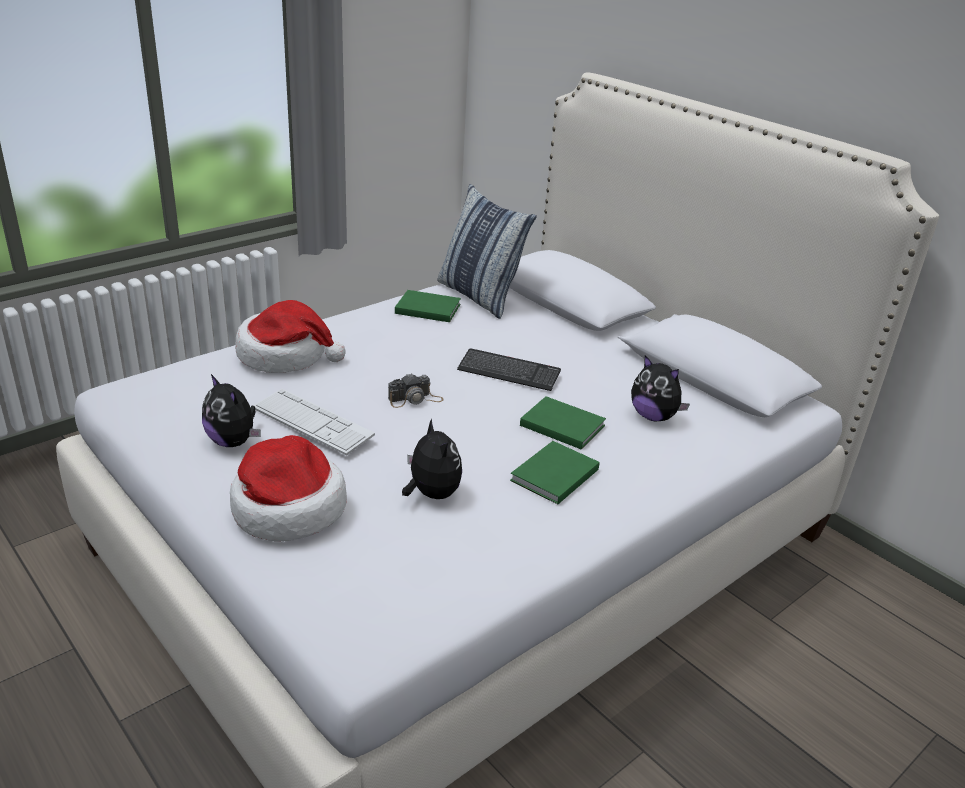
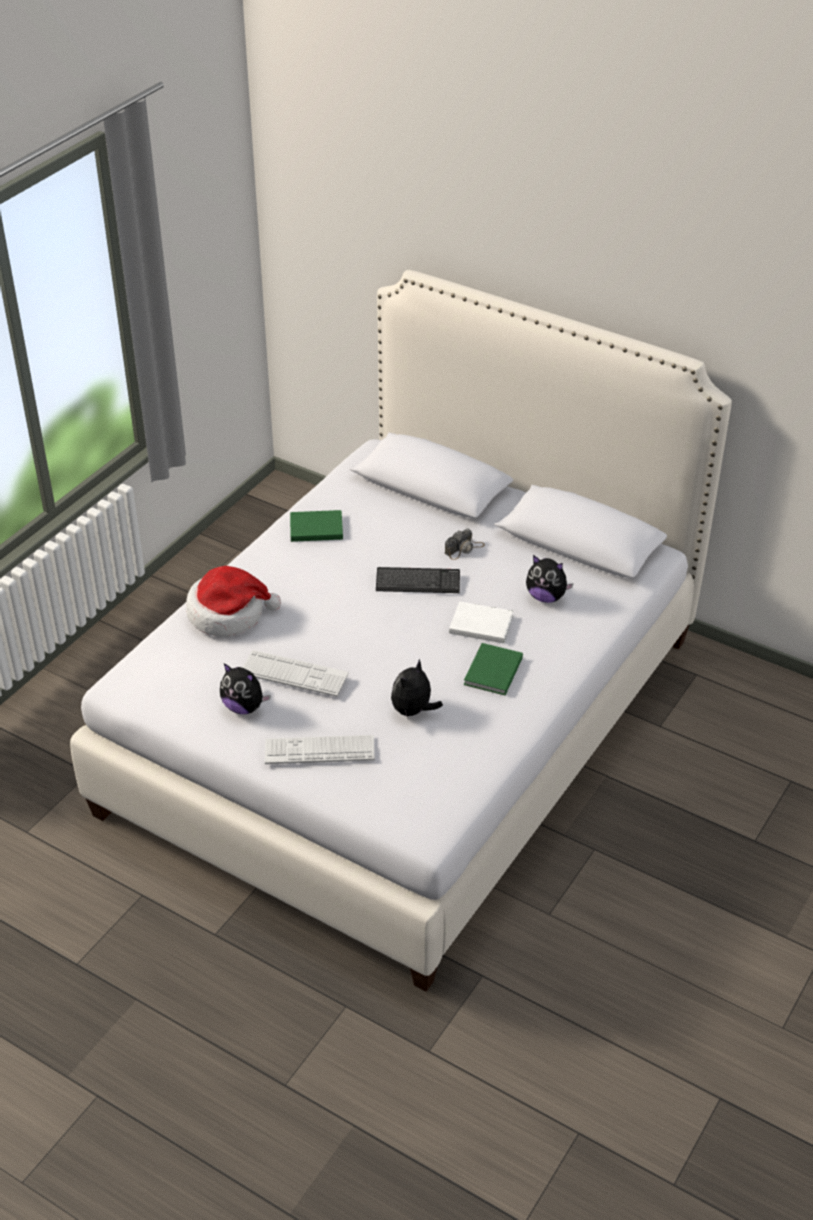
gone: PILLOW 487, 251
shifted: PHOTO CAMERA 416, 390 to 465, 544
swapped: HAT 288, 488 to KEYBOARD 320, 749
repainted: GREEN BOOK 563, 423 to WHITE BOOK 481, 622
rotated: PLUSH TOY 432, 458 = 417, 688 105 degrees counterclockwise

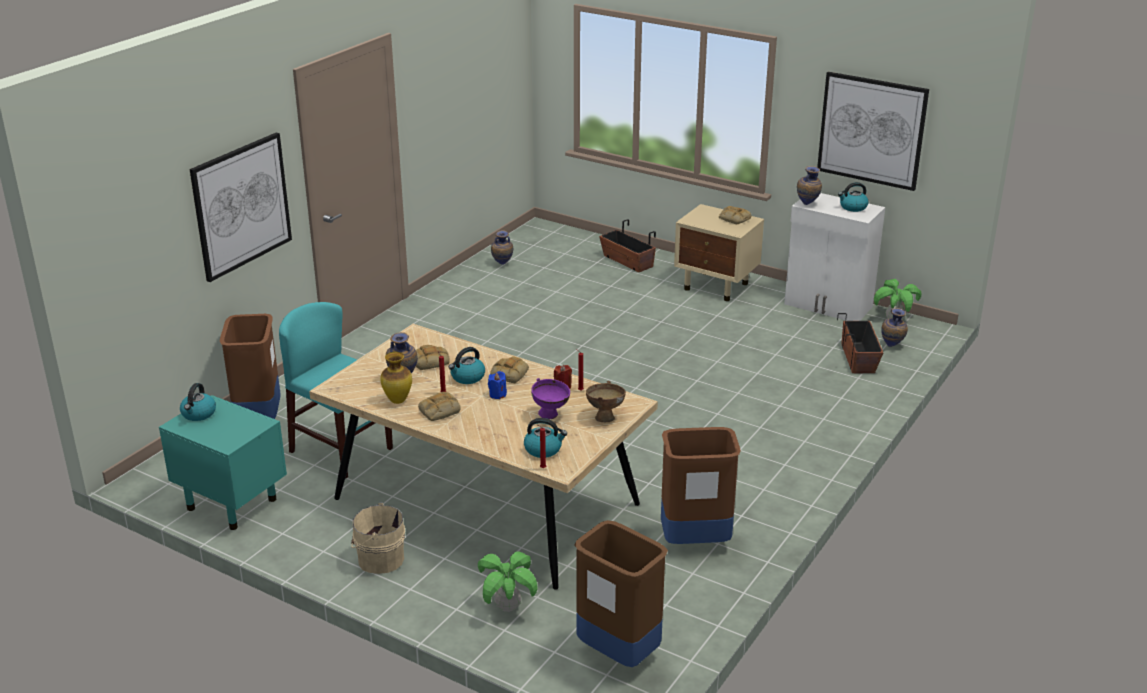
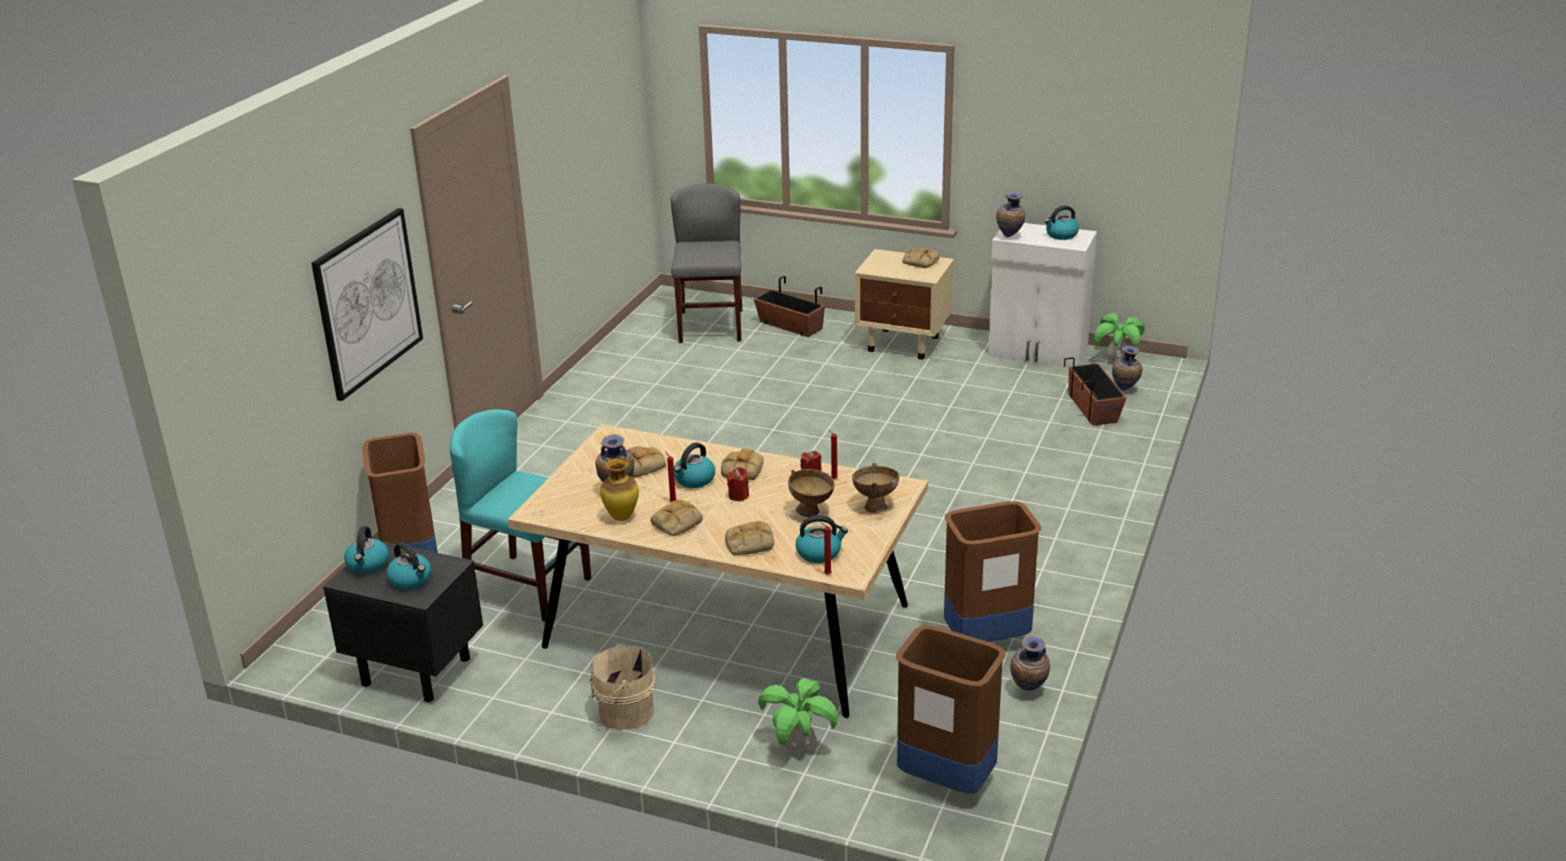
gone: PICTURE 873, 131
new: KETTLE 409, 566; GREY CHAIR 706, 263; BREAD 749, 538
shifted: VASE 502, 247 to 1030, 663
repainted: TURQUOISE NIGHTSTAND 223, 462 to BLACK NIGHTSTAND 403, 621; BLUE CANDLE 497, 385 to RED CANDLE 738, 484; PURPLE BOWL 550, 398 to BROWN BOWL 811, 493

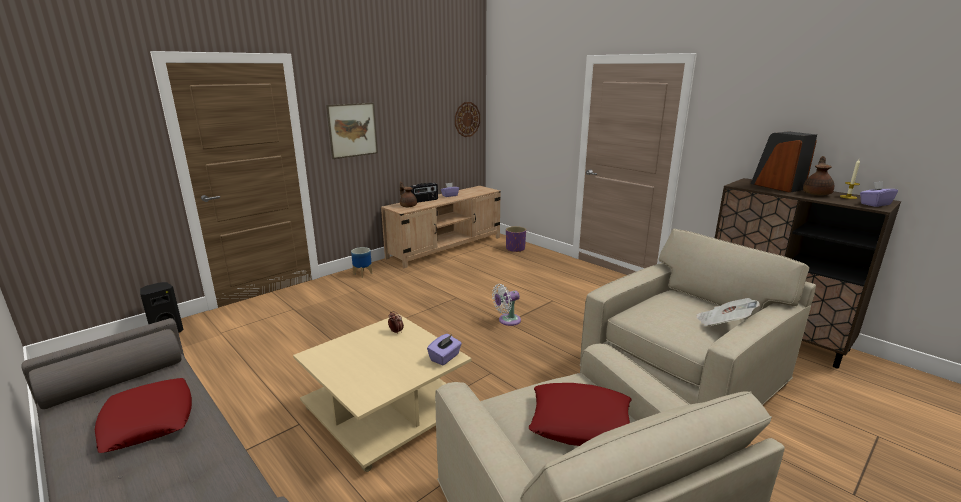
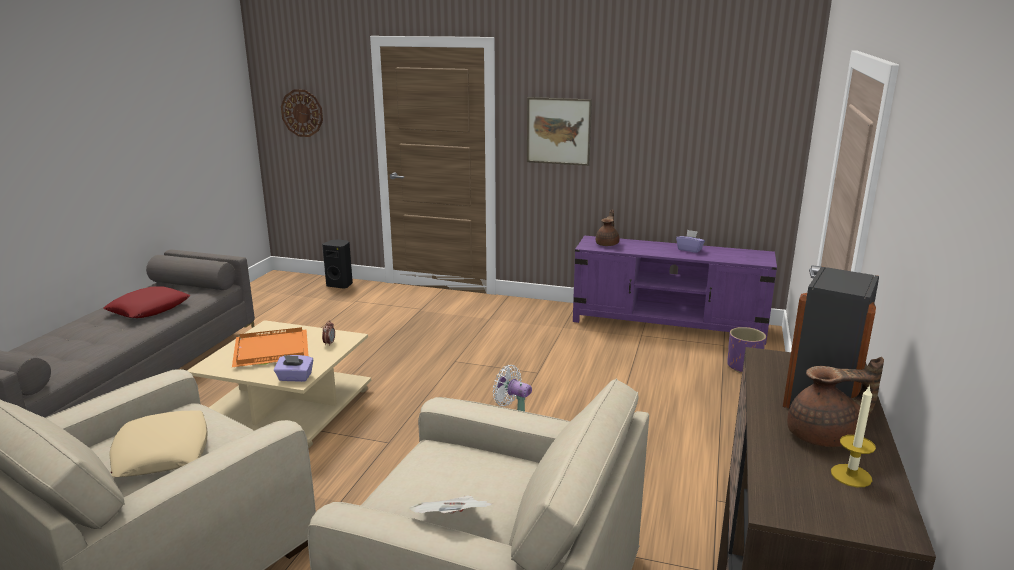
gone: PLANTER 361, 262; RADIO 424, 193; PURPLE TISSUE BOX 879, 194
new: ORANGE TRAY 270, 347
shifted: WALL CLOCK 467, 119 to 302, 113
repainted: BEIGE TV STAND 441, 227 to PURPLE TV STAND 675, 290; RED PILLOW 580, 414 to BEIGE PILLOW 158, 443

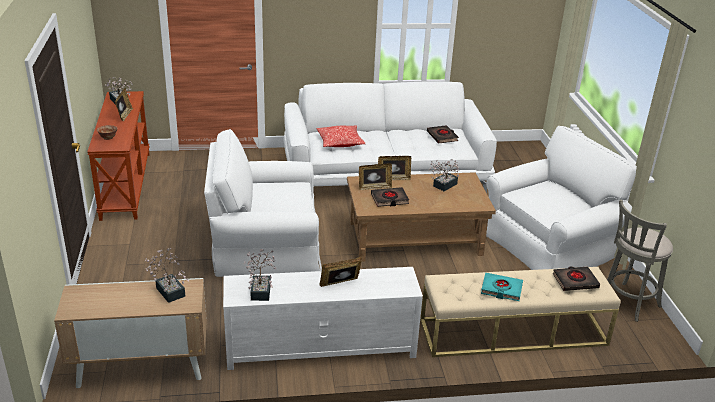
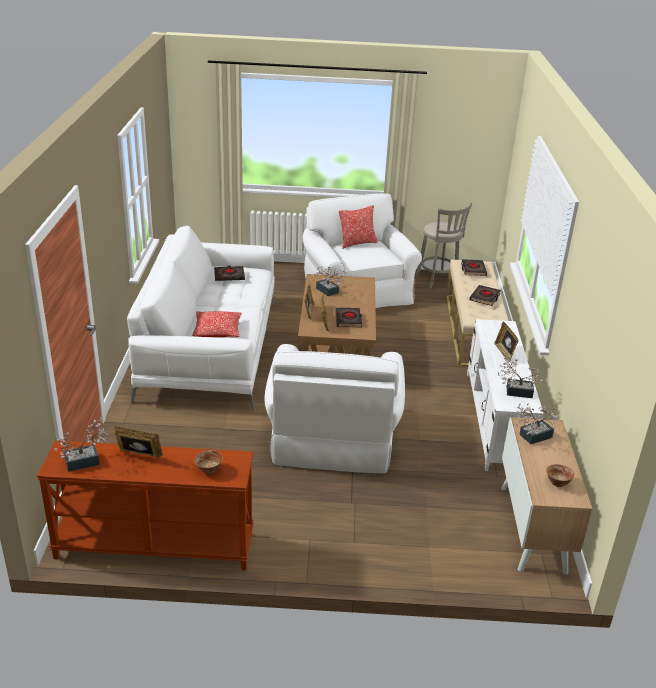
new: PILLOW 358, 227; BOWL 560, 475
repainted: TURQUOISE BOOK 502, 287 to BLACK BOOK 485, 295

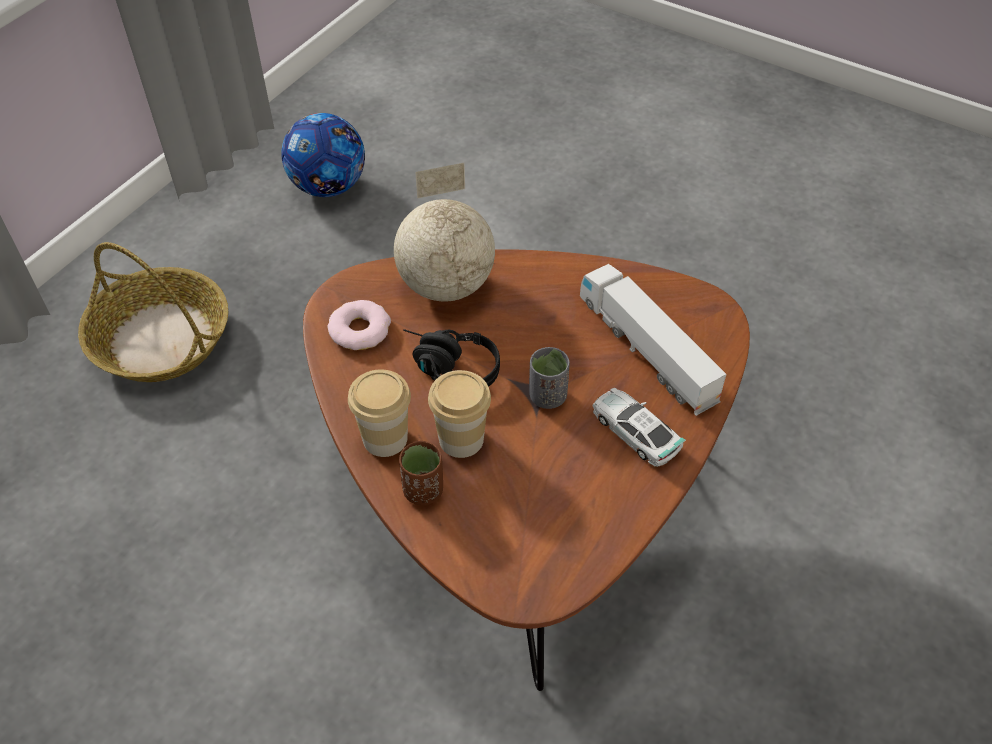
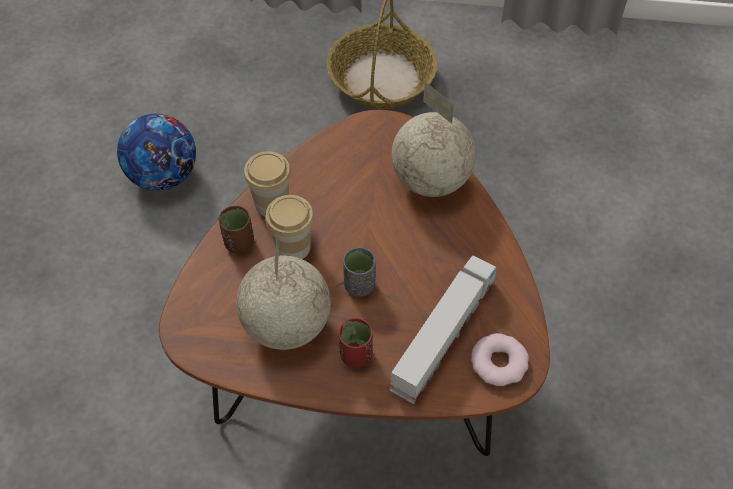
gone: BLACK HEADPHONES 451, 358
new: GLOBE 283, 289
shifted: FOOTBALL 323, 155 to 156, 152; DONUT 359, 325 to 500, 359
swapped: TOY CAR 639, 427 to RED CUP 356, 343

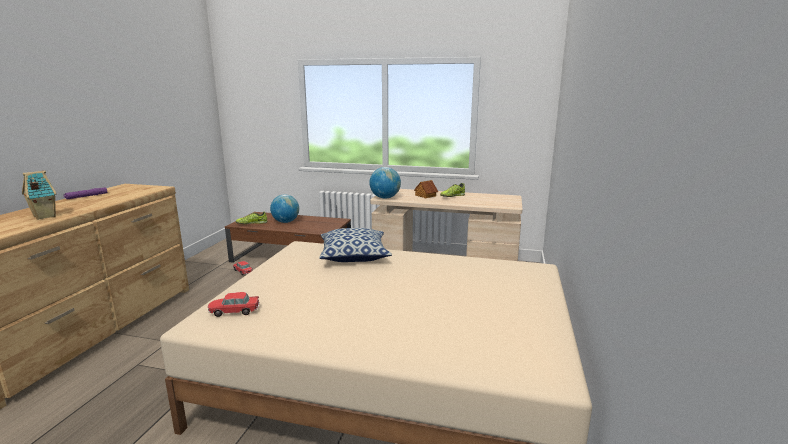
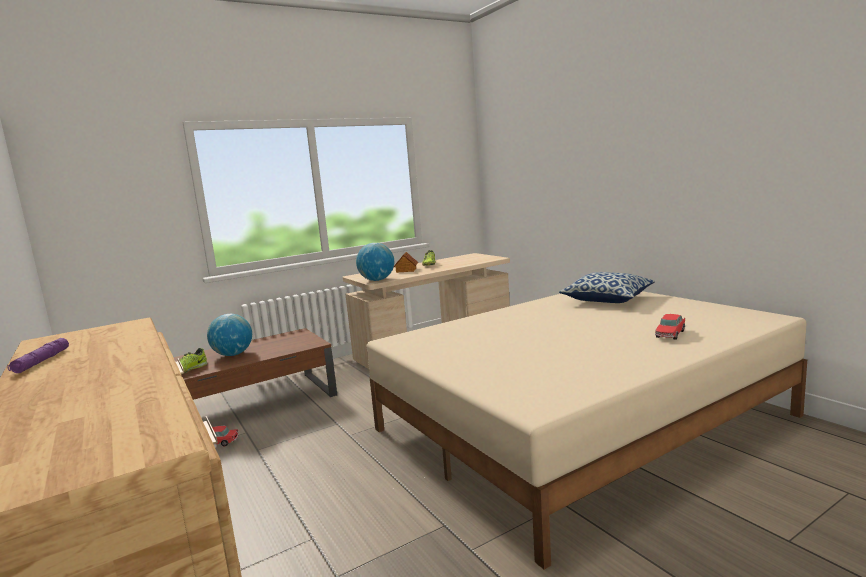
gone: TOY HOUSE 39, 195
shifted: TOY CAR 233, 304 to 670, 327; PILLOW 355, 245 to 607, 287

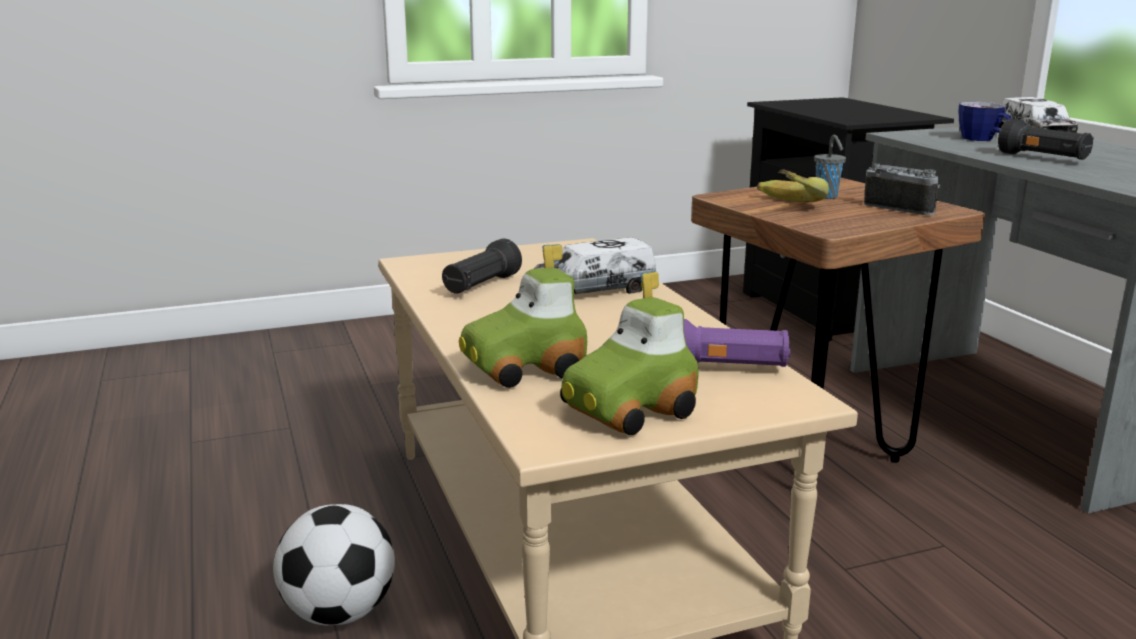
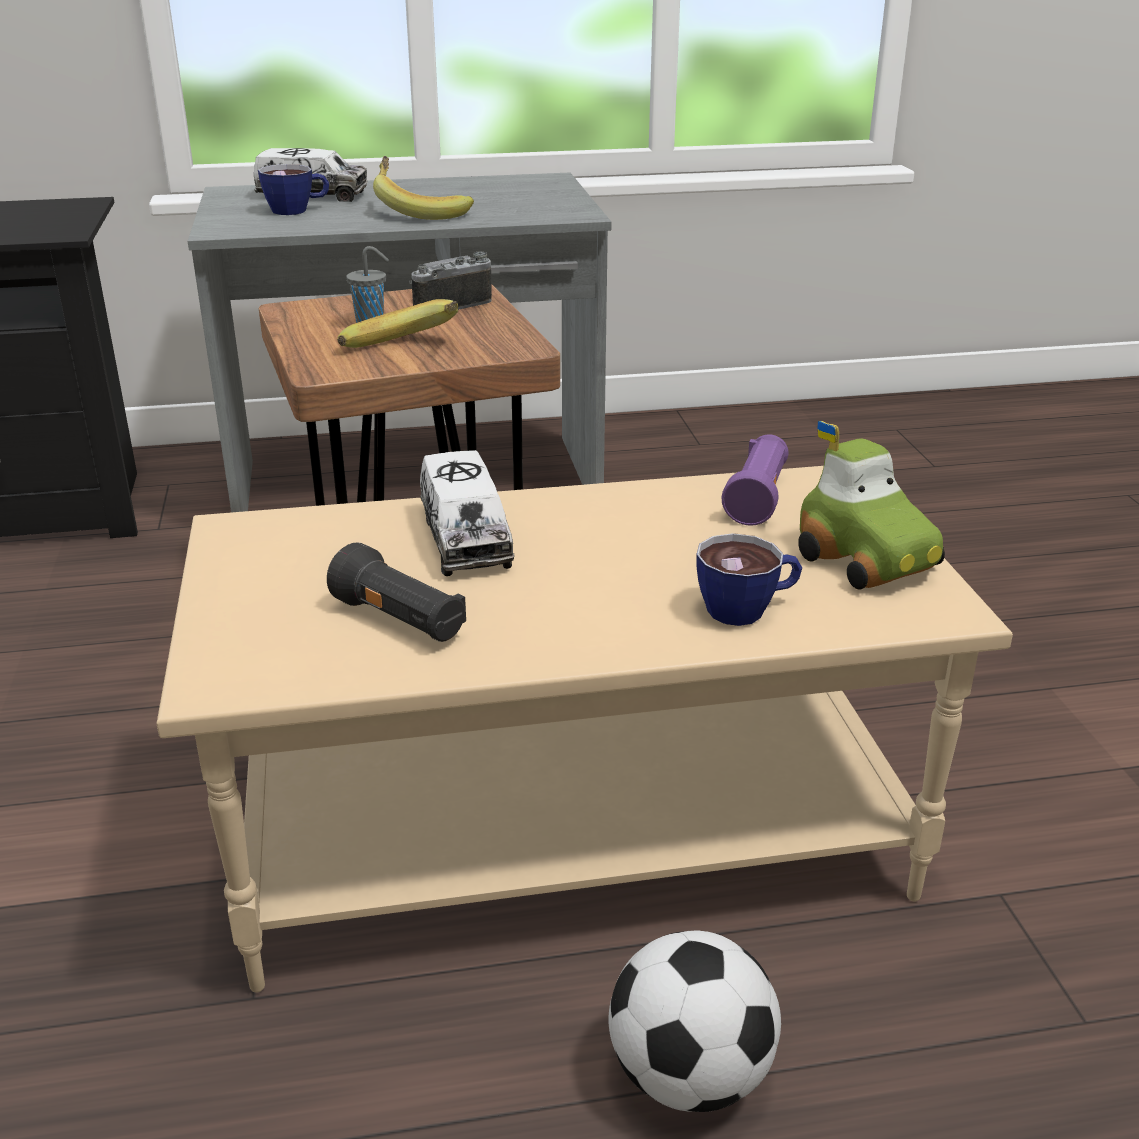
swapped: TOY CAR 523, 316 to CUP 749, 579; BLACK FLASHLIGHT 1046, 139 to BANANA 423, 188

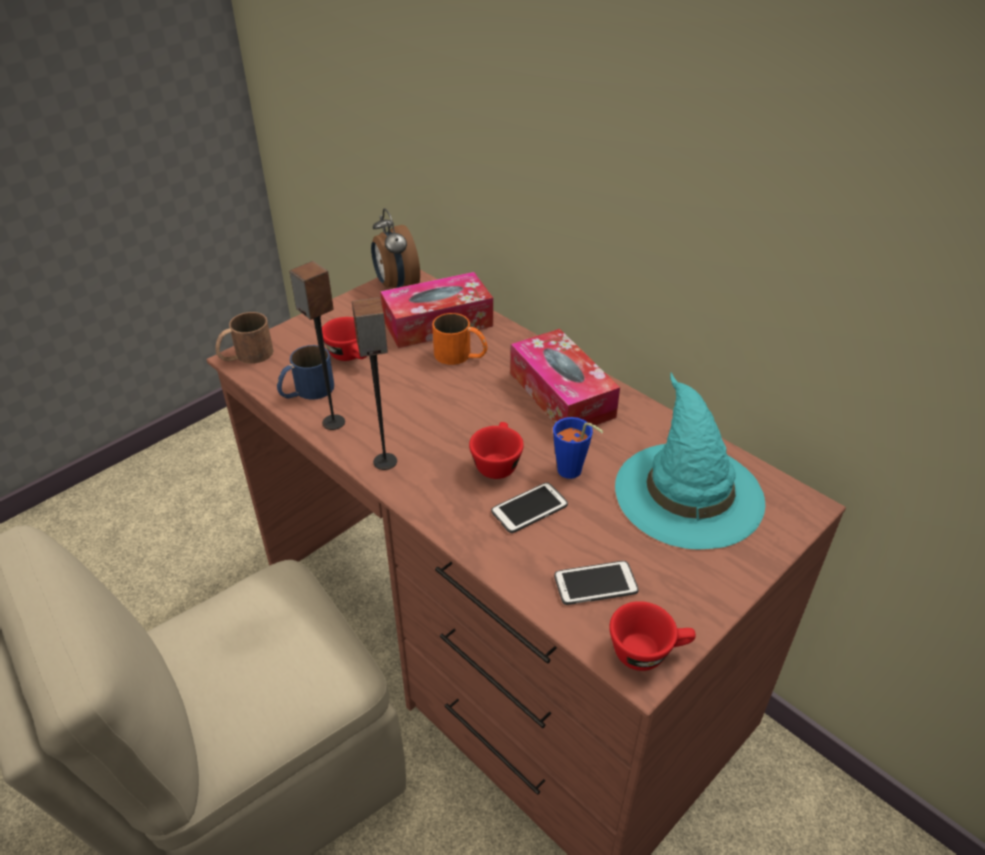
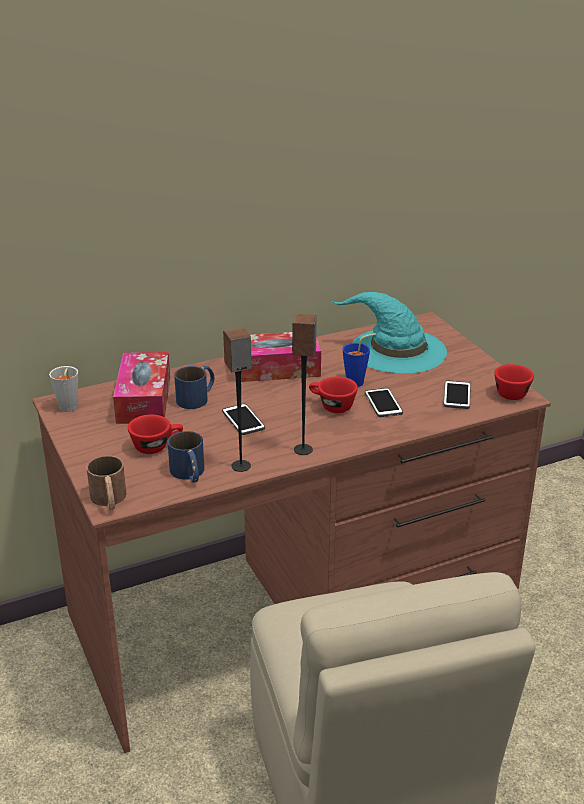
new: PHONE 243, 419
swapped: ALARM CLOCK 395, 248 to GREY CUP 63, 389
repainted: ORANGE MUG 459, 339 to BLUE MUG 194, 387

